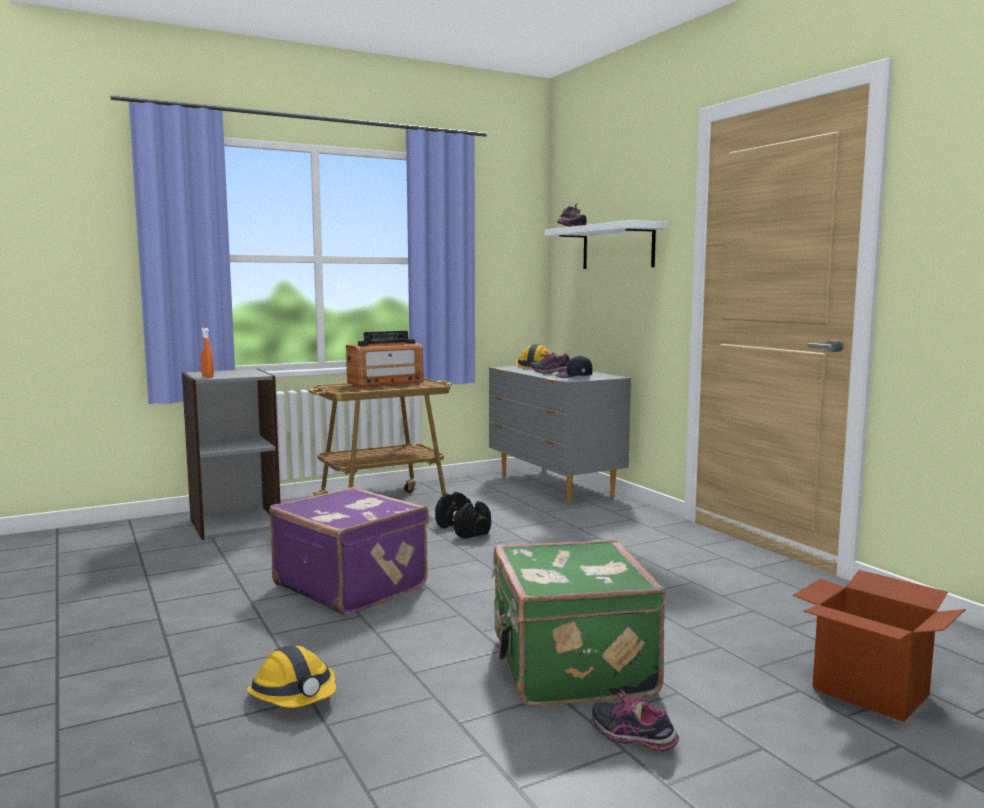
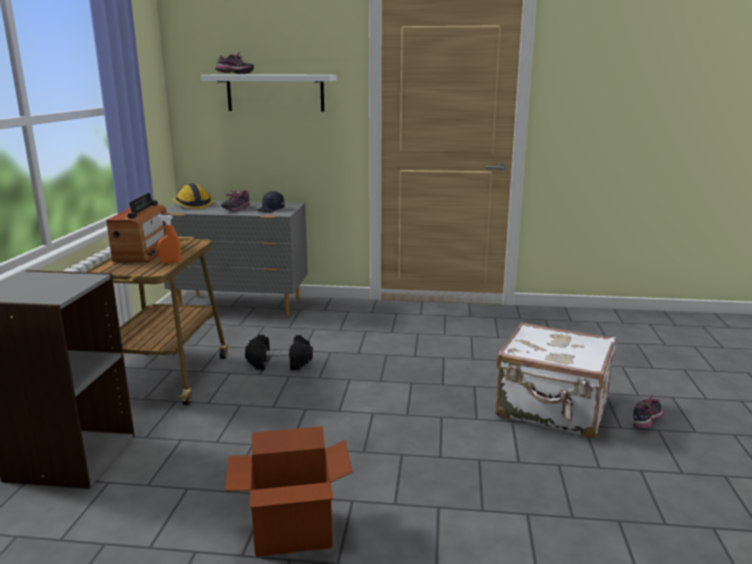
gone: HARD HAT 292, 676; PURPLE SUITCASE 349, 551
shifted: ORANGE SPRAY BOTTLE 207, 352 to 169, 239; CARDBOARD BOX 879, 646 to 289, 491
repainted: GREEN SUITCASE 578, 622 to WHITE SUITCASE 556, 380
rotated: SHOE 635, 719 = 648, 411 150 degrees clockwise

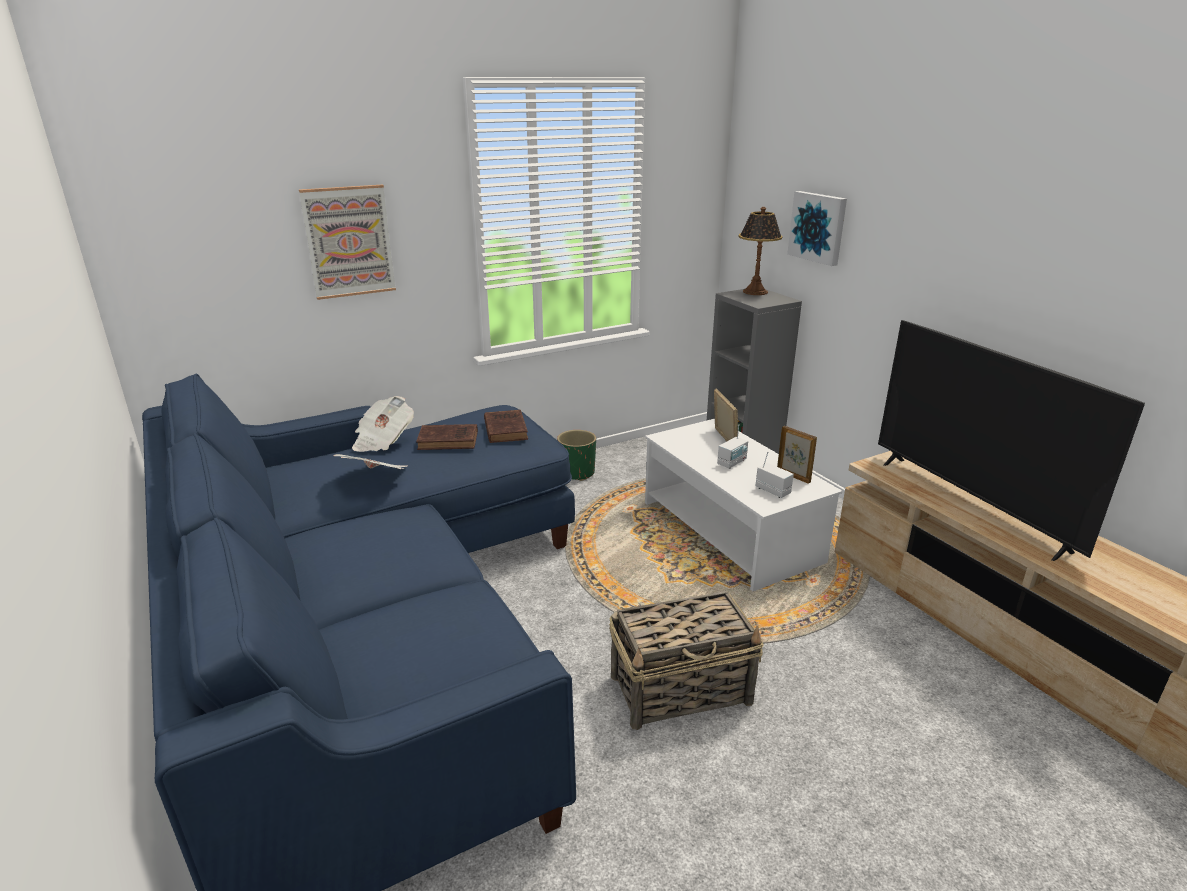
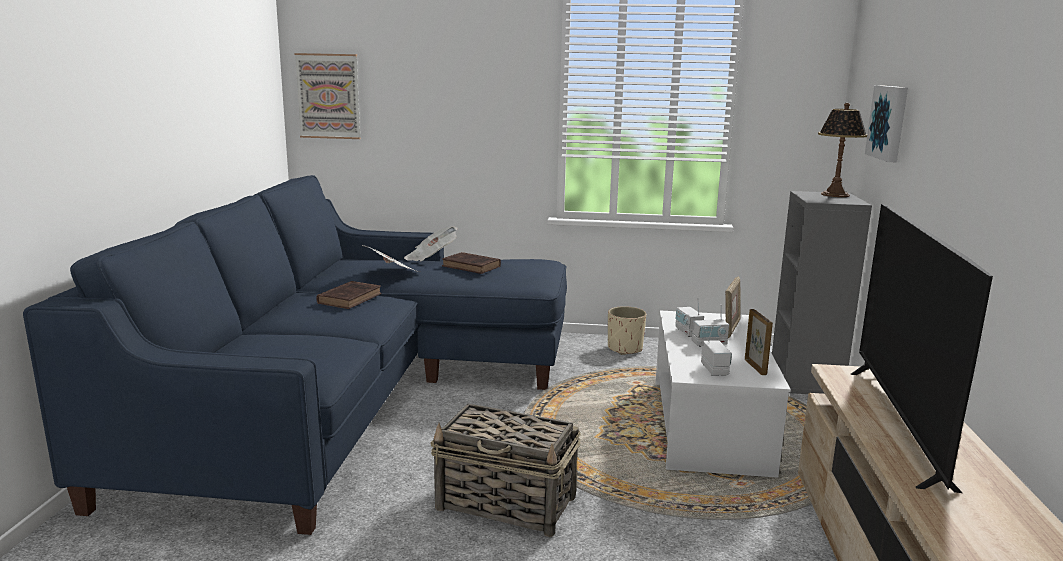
new: RADIO 689, 317
shifted: PICTURE 347, 242 to 328, 96; BROWN BOOK 506, 426 to 349, 295
repainted: GREEN PLANTER 576, 455 to BEIGE PLANTER 627, 330

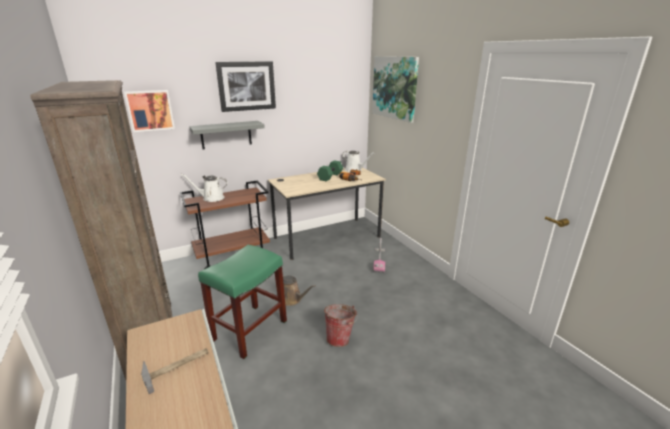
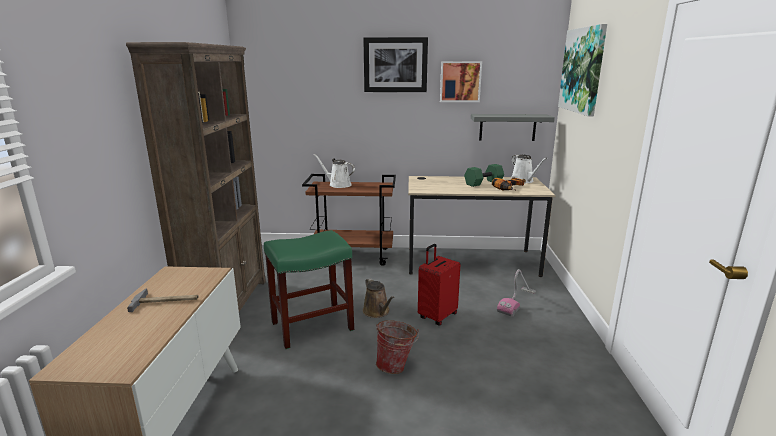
new: RED SUITCASE 439, 285
shifted: PICTURE 149, 111 to 461, 81; GREY SHELF 227, 135 to 513, 127

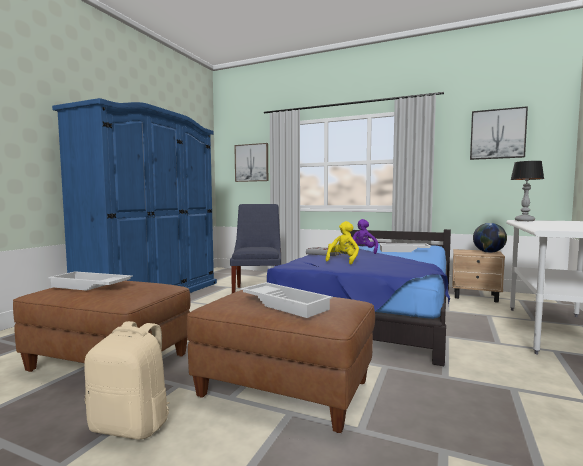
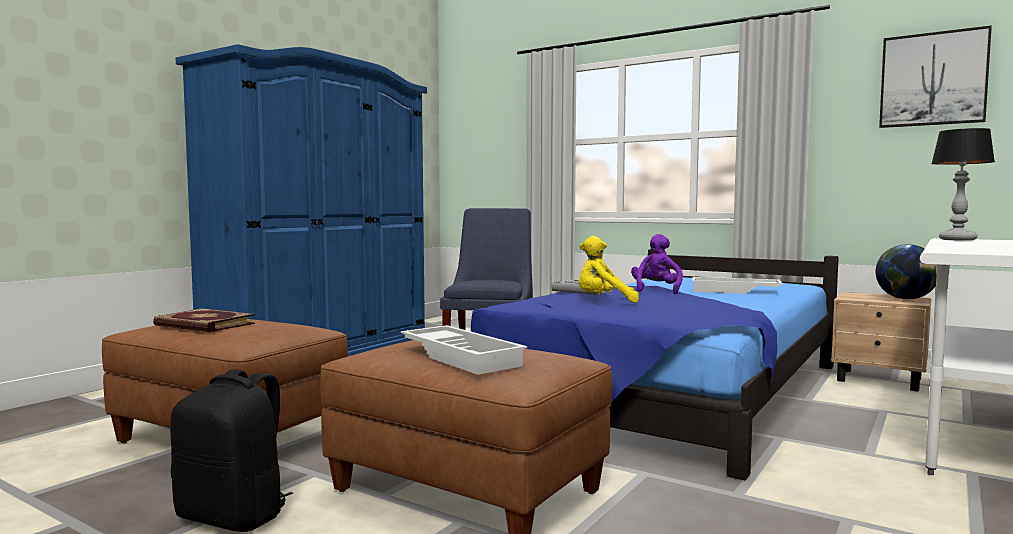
gone: PICTURE 251, 162
swapped: WHITE TRAY 90, 281 to BOOK 204, 320
repainted: BEIGE BACKPACK 127, 380 to BLACK BACKPACK 231, 451
rotated: YELLOW PLUSH TOY 342, 242 = 609, 269 120 degrees counterclockwise

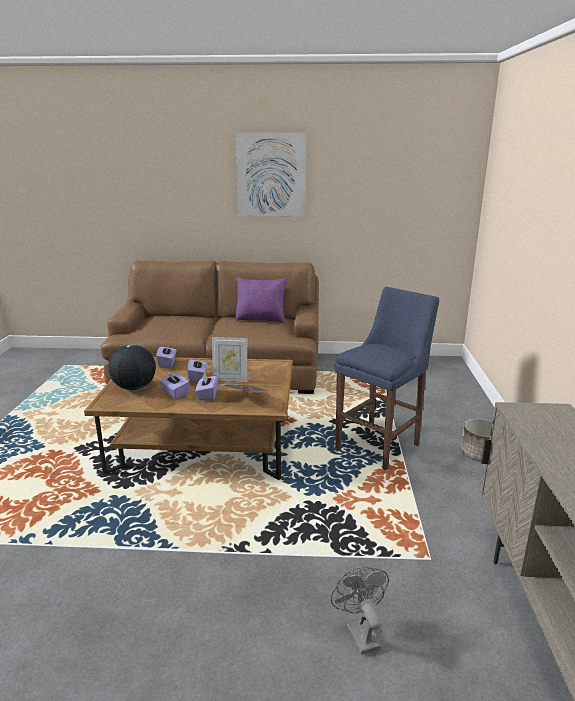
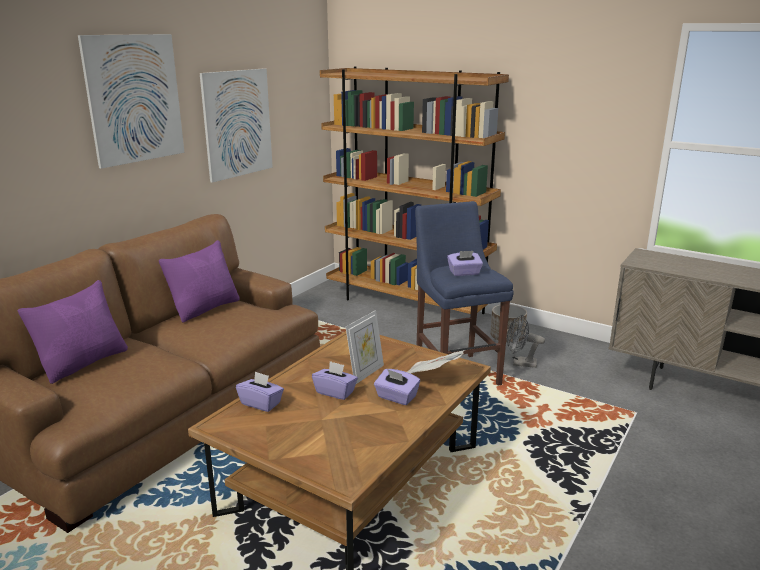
gone: GLOBE 132, 367
new: PURPLE PILLOW 73, 332; PICTURE 236, 125; BROWN BOOKCASE 414, 190
shifted: PURPLE TISSUE BOX 174, 385 to 465, 263; GREY FAN 360, 611 to 526, 341

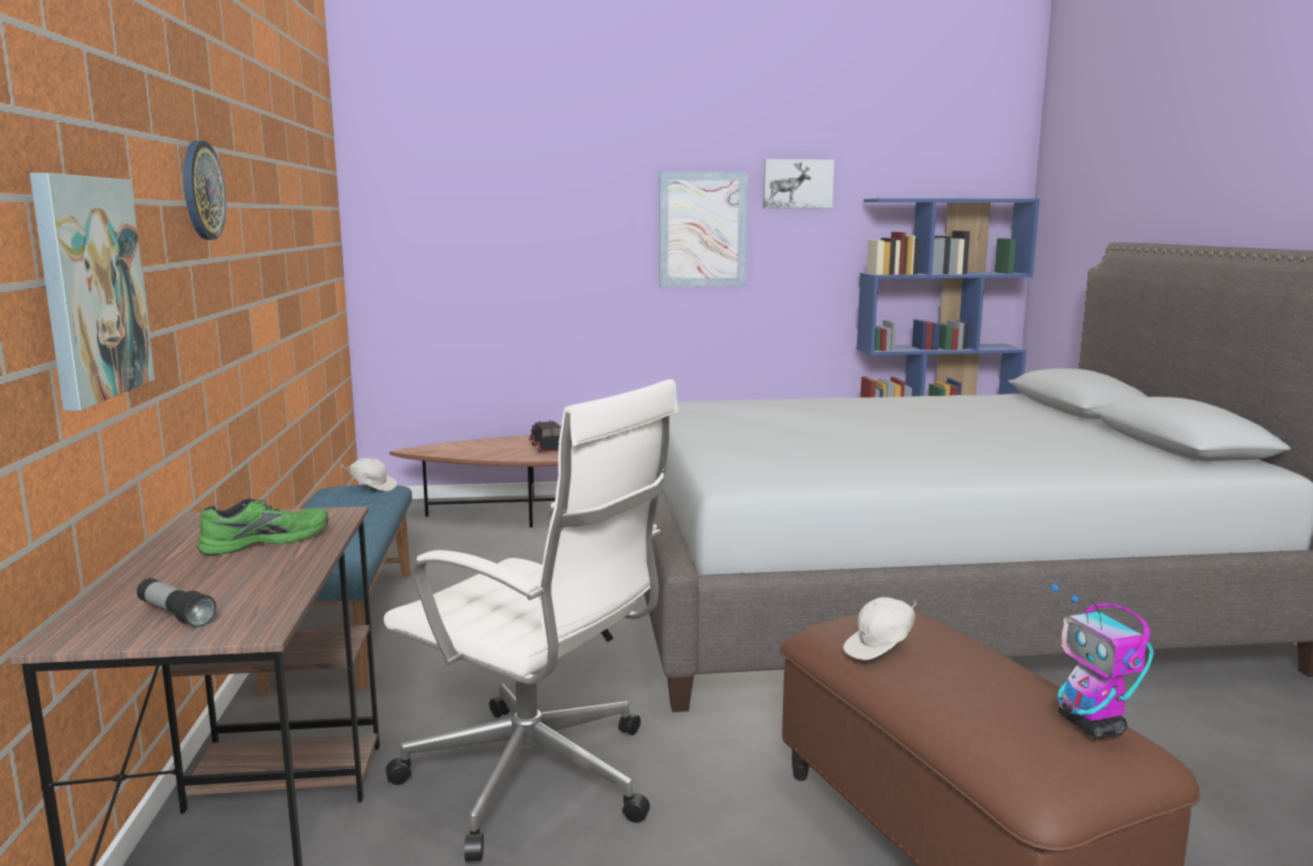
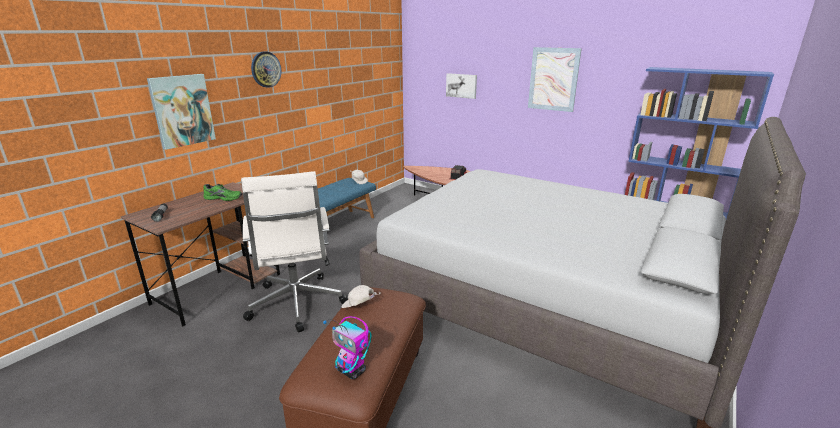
shifted: PICTURE 798, 183 to 461, 86
rotated: TOY ROBOT 1102, 661 = 347, 348 75 degrees counterclockwise

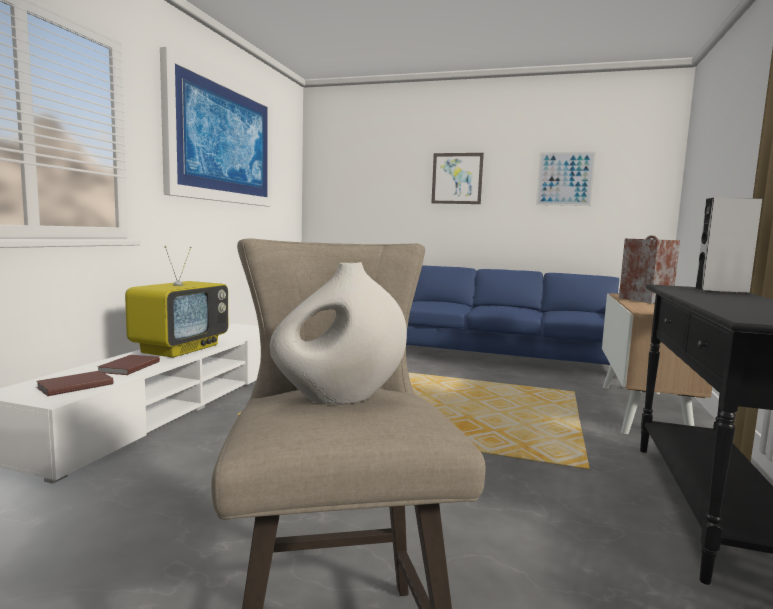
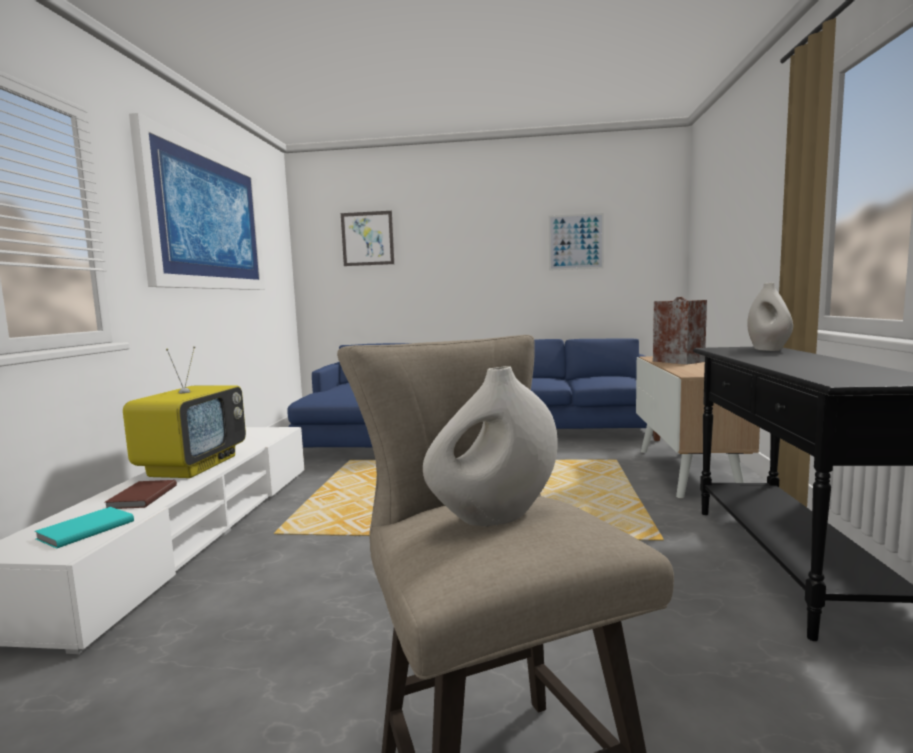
shifted: PICTURE 457, 178 to 367, 238
swapped: GREY SPEAKER 729, 245 to WHITE VASE 770, 317
repainted: BROWN BOOK 74, 383 to TURQUOISE BOOK 84, 528

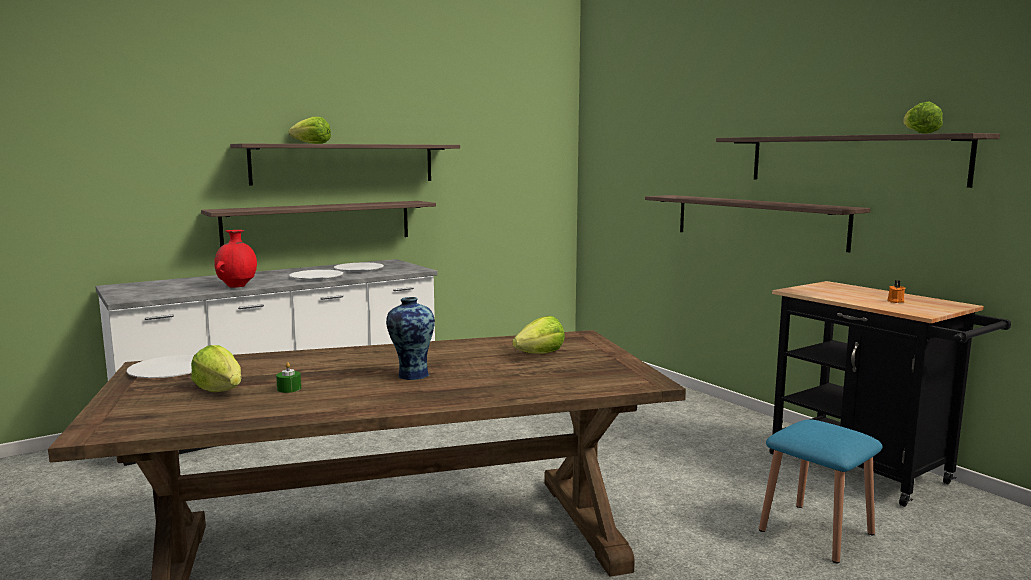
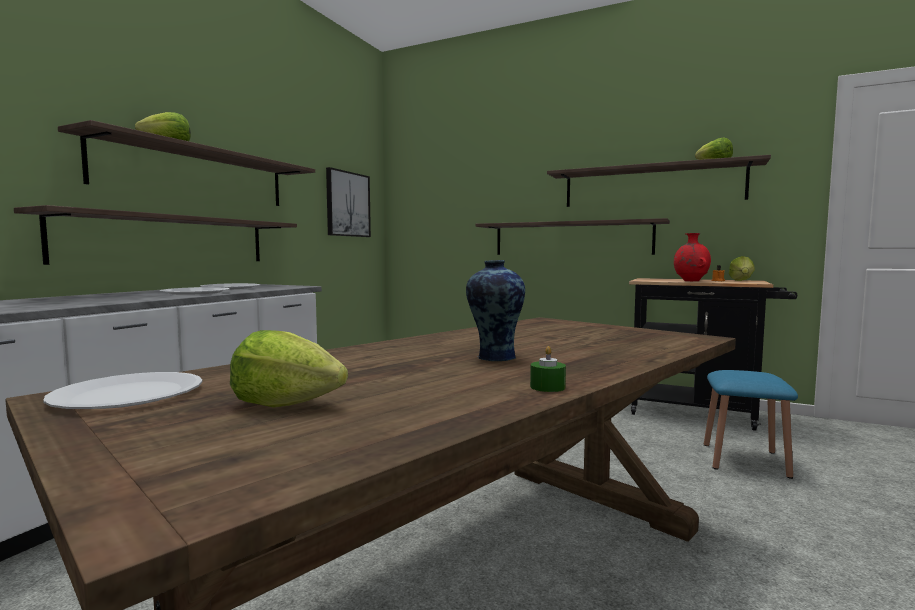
new: PICTURE 348, 202
shifted: RED VASE 235, 259 to 692, 257; GREEN CANDLE 288, 377 to 548, 369; LETTUCE 538, 334 to 742, 268

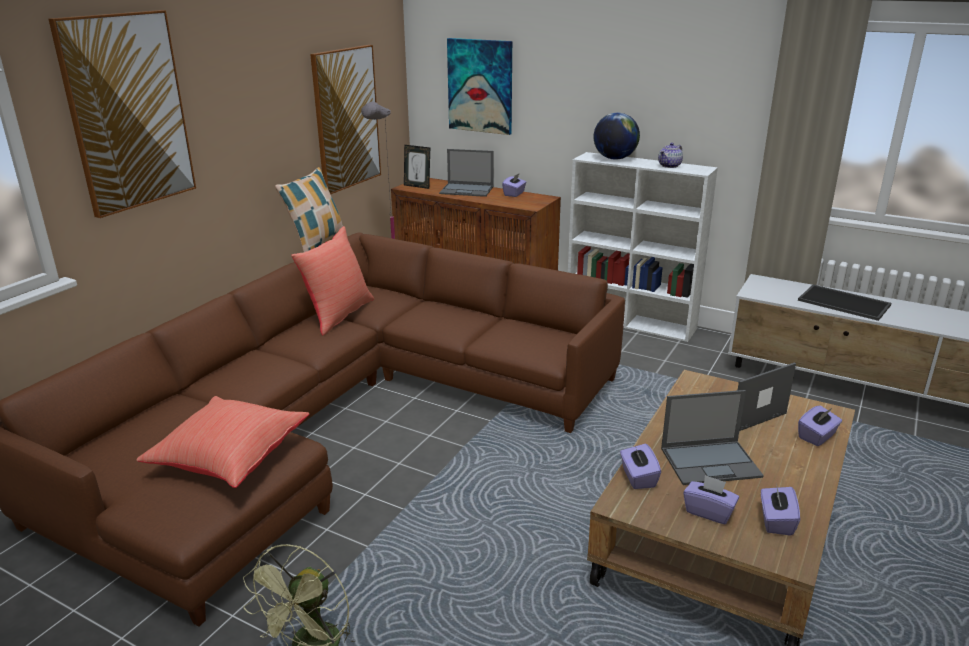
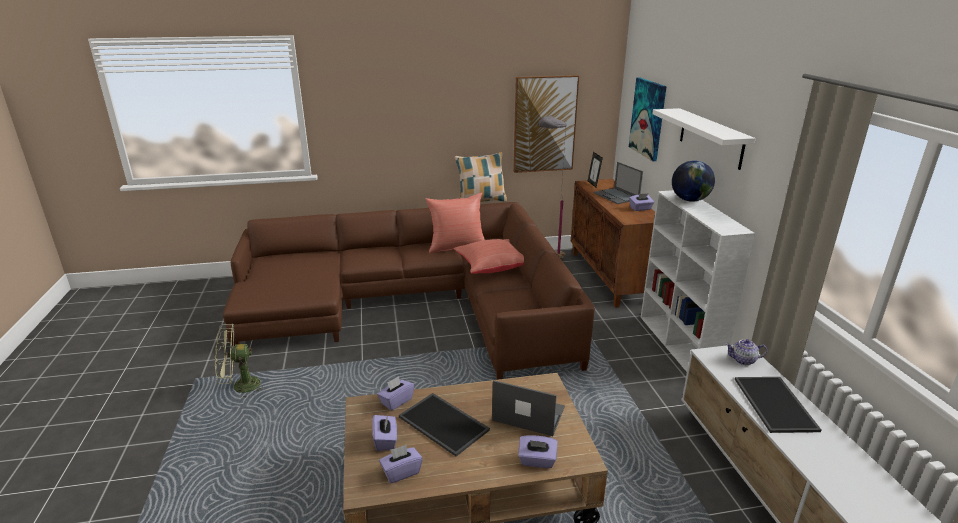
gone: PICTURE 122, 114
new: WHITE SHELF 704, 139
shifted: RED PILLOW 222, 442 to 488, 256; TEAPOT 670, 155 to 746, 352
swapped: LAPTOP 712, 437 to TRAY 444, 425

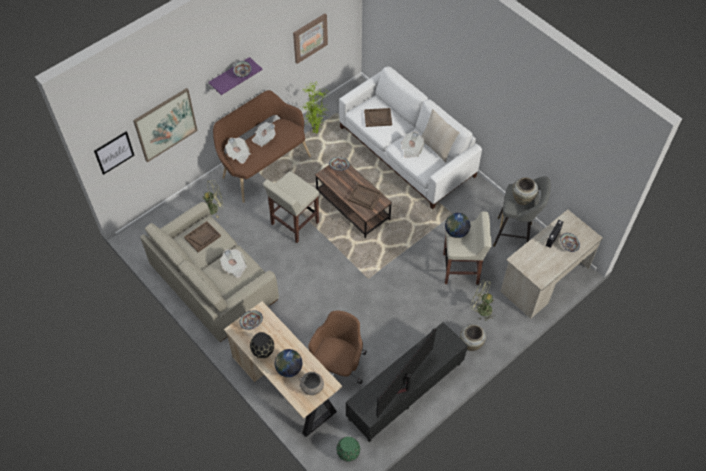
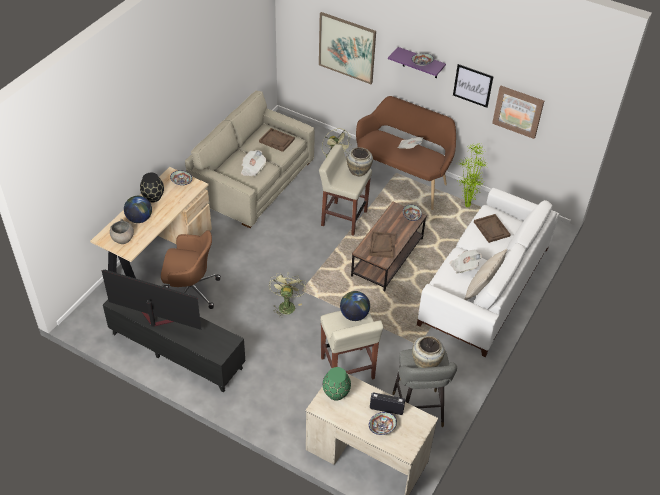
gone: NEWSPAPER 238, 150
shifted: PICTURE 114, 153 to 473, 86; GREEN VASE 348, 449 to 337, 384; BEIGE VASE 473, 337 to 360, 161; GREEN FAN 482, 300 to 287, 295

